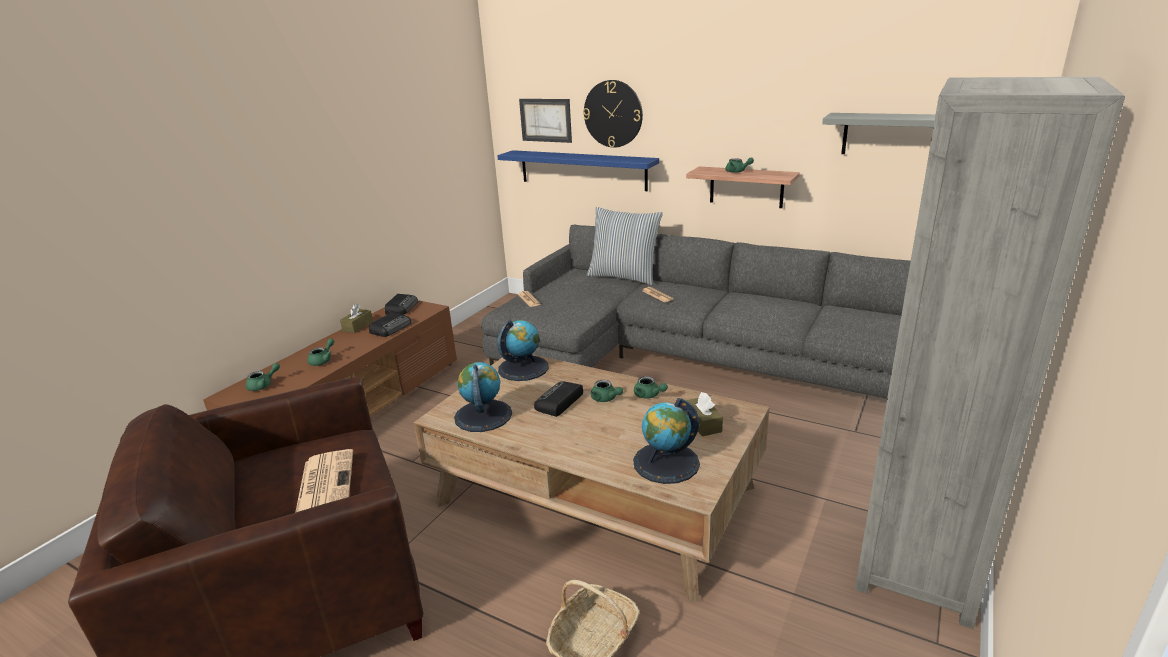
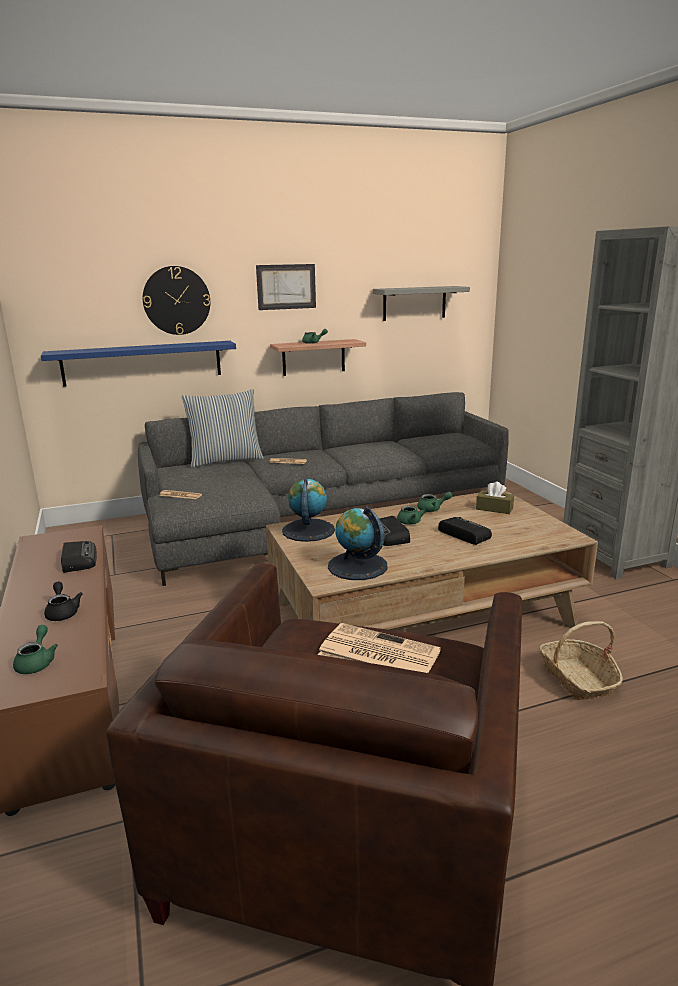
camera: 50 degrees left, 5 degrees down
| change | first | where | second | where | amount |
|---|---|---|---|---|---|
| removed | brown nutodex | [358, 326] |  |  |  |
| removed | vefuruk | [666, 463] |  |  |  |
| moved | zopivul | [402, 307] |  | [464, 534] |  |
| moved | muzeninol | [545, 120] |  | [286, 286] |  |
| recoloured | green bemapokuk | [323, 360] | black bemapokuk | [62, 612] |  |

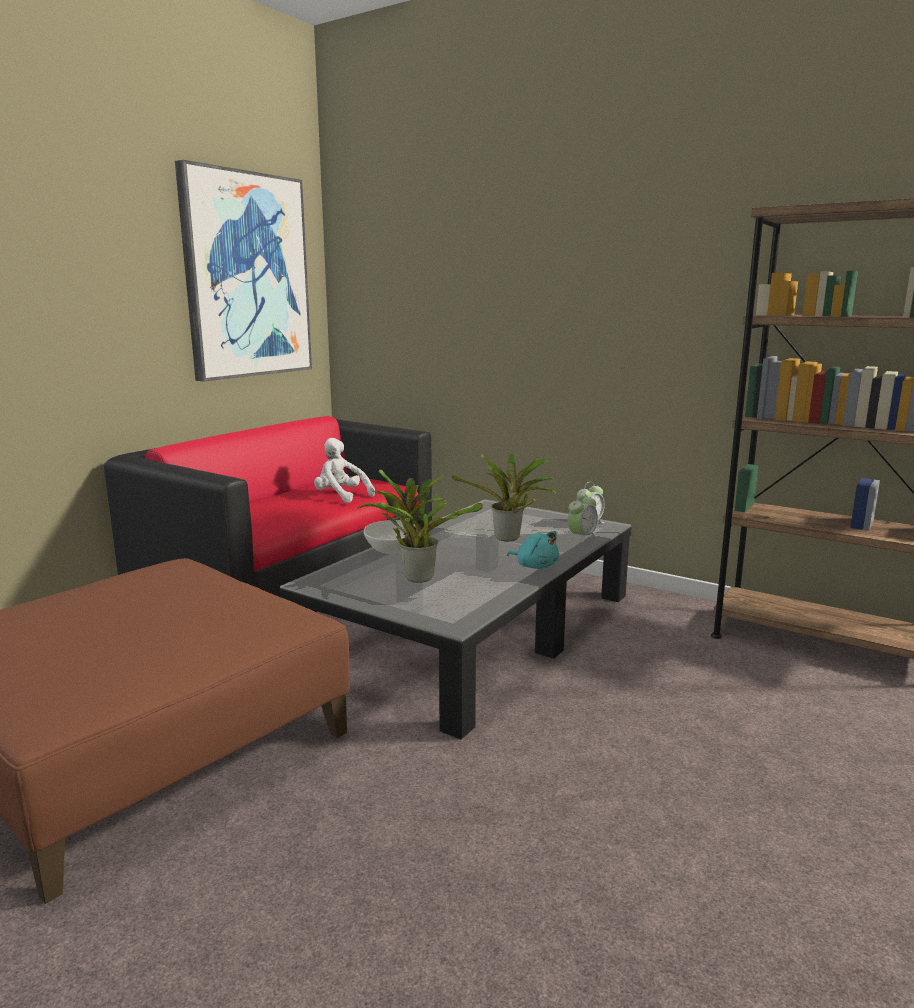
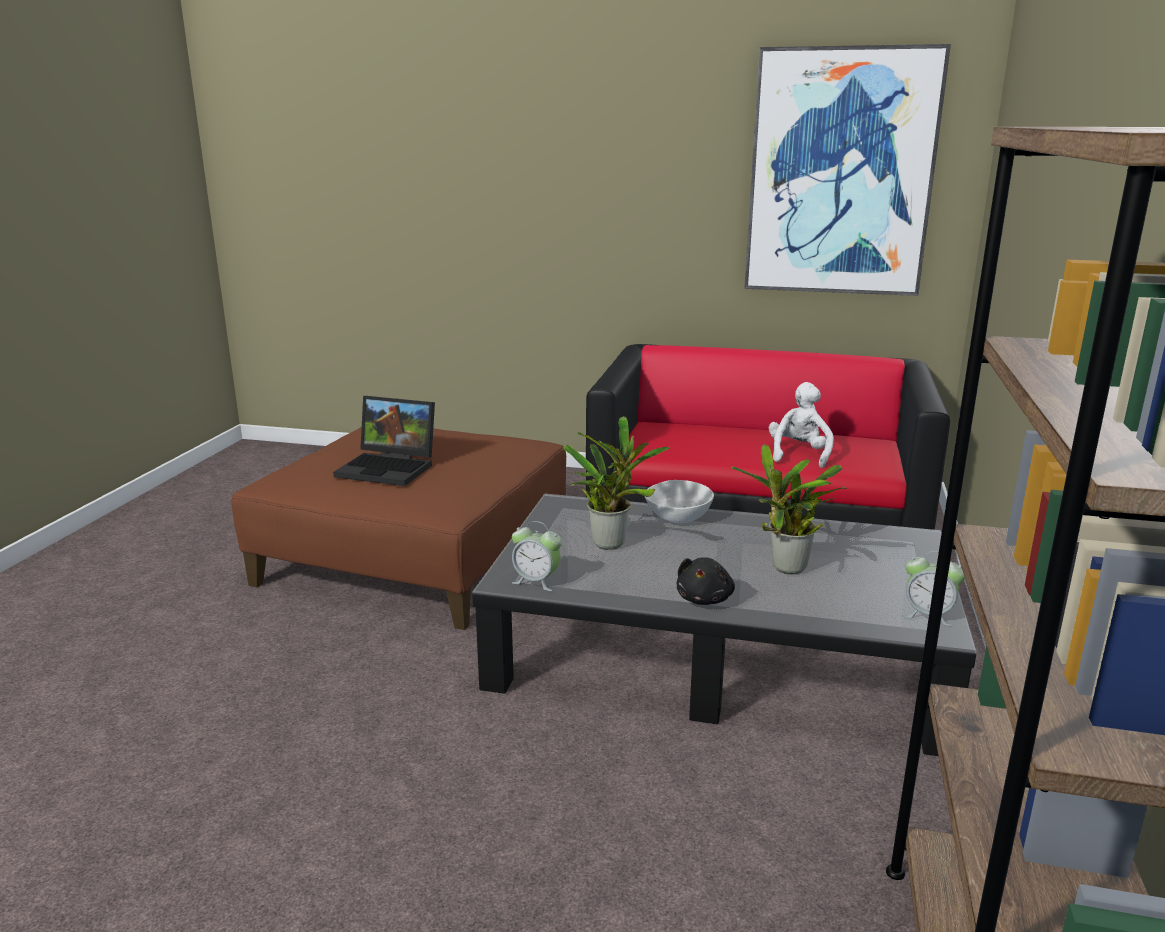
camera: 70 degrees right, 5 degrees up
| change | first | where | second | where | amount |
|---|---|---|---|---|---|
| added |  |  | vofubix | [390, 468] |  |
| moved | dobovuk | [581, 537] |  | [536, 581] |  |
| recoloured | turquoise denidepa | [535, 566] | black denidepa | [705, 599] |  |

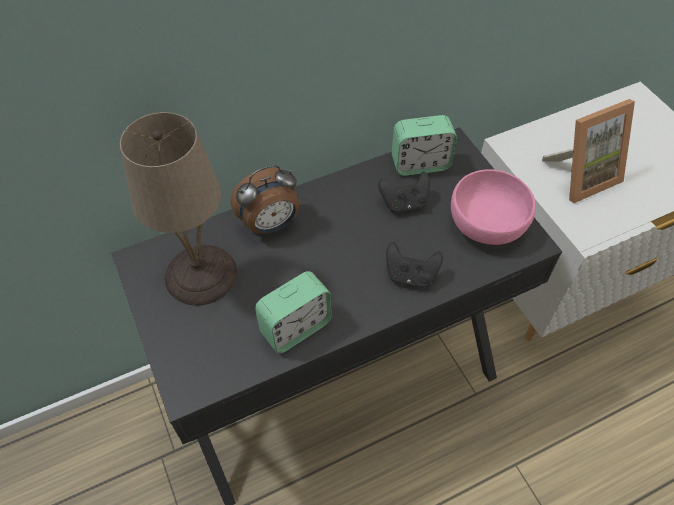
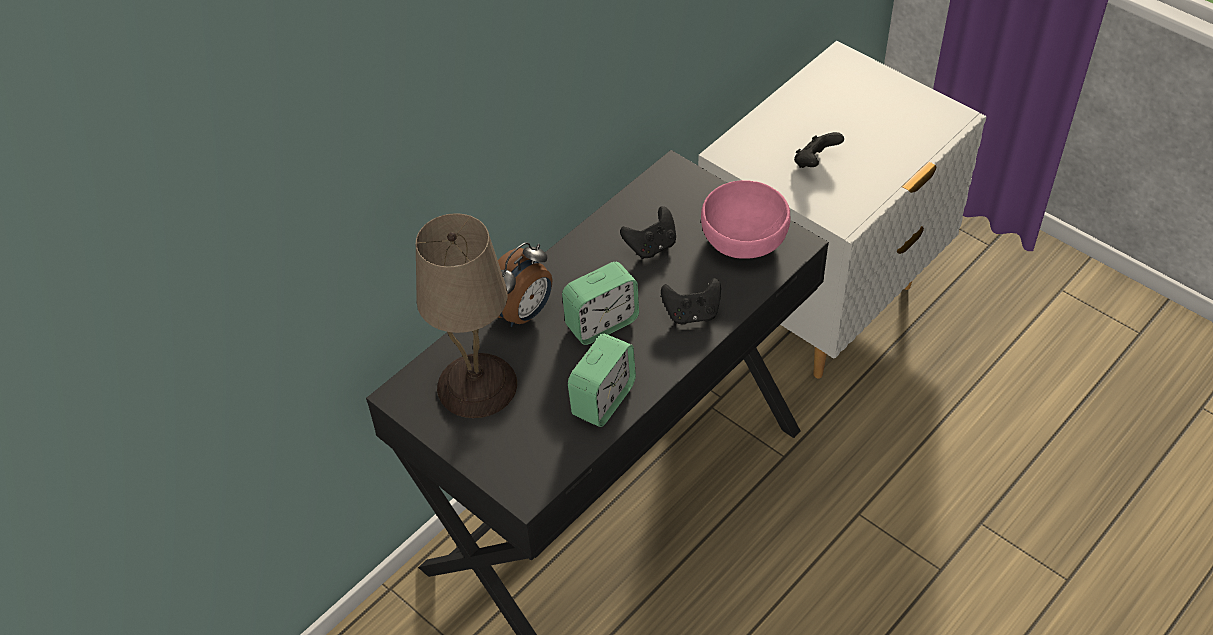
camera: 20 degrees left, 5 degrees down
| change | first | where | second | where | amount |
|---|---|---|---|---|---|
| moved | dobovuk | [420, 164] |  | [602, 323] |  |
| replaced | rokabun | [581, 176] | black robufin | [815, 162] |  |

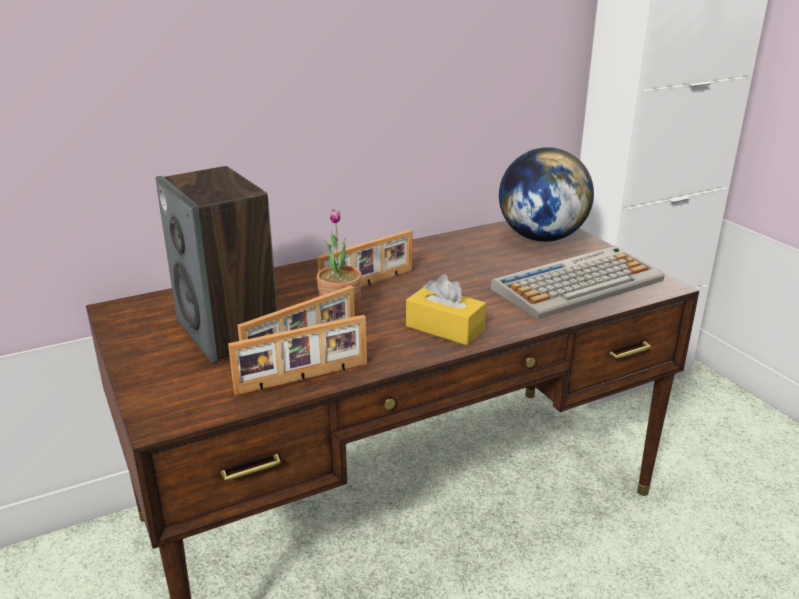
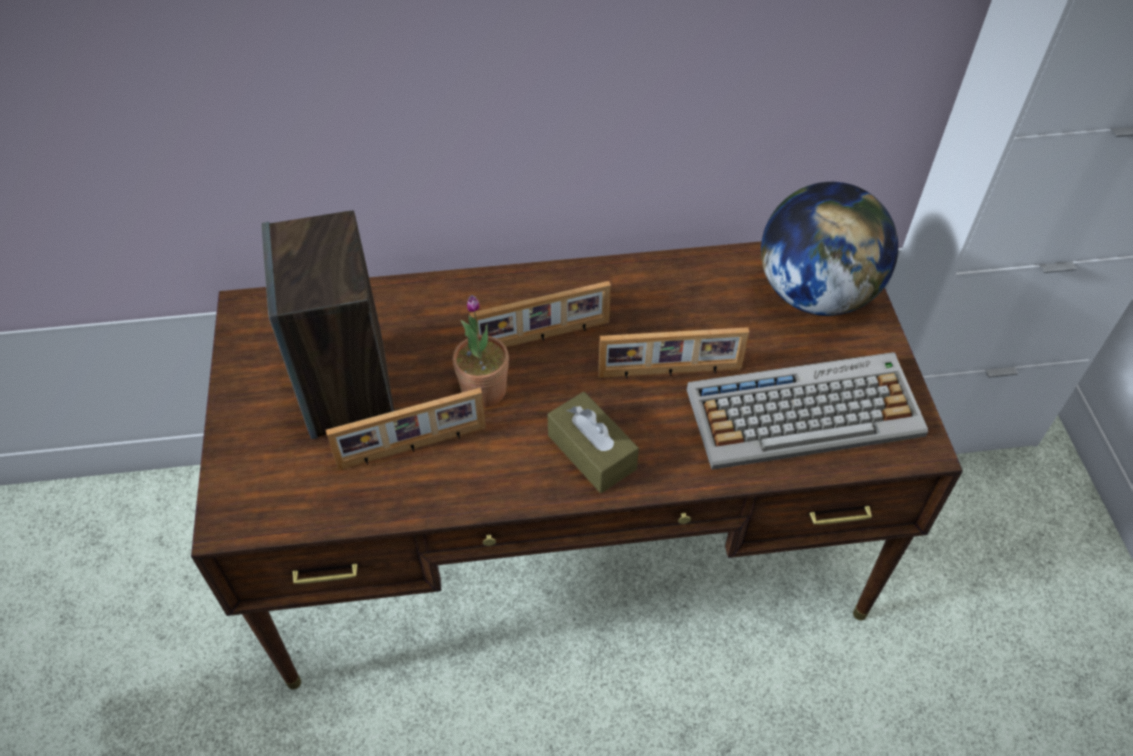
camera: 20 degrees right, 25 degrees up
| change | first | where | second | where | amount |
|---|---|---|---|---|---|
| moved | rokabun | [303, 378] |  | [670, 373] |  |
| recoloured | yellow nutodex | [445, 328] | brown nutodex | [591, 452] |  |

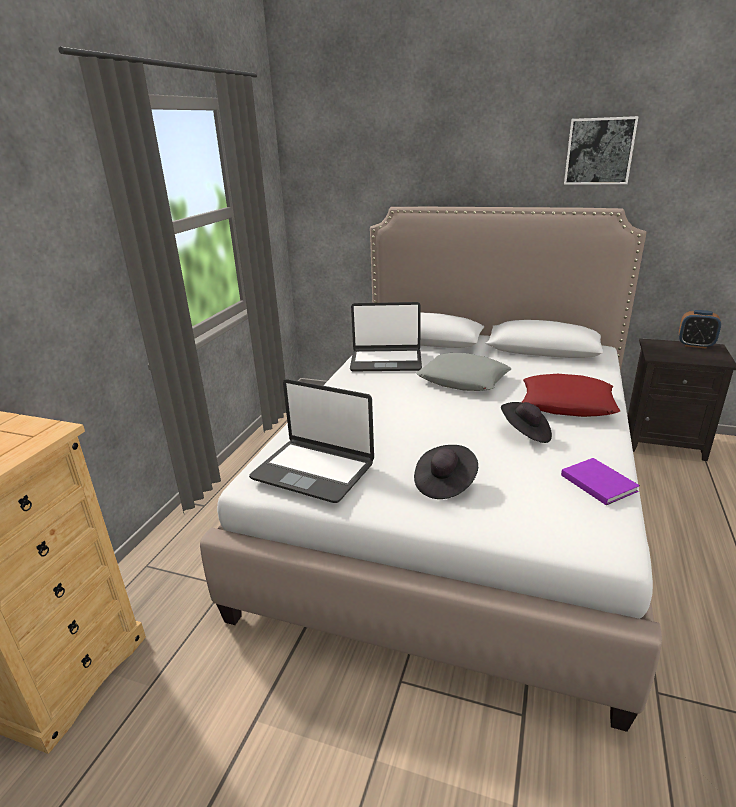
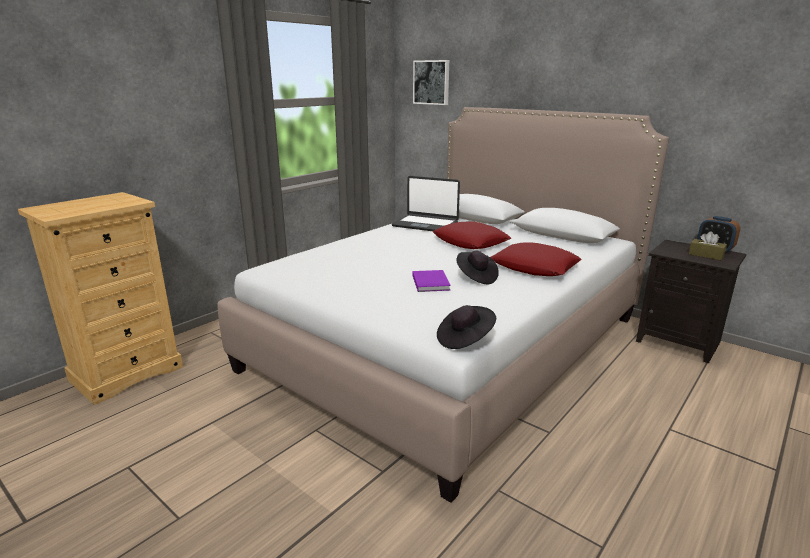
camera: 20 degrees right, 5 degrees down
| change | first | where | second | where | amount |
|---|---|---|---|---|---|
| removed | vofubix | [314, 470] |  |  |  |
| added |  |  | brown nutodex | [706, 255] |  |
| moved | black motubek | [445, 483] |  | [465, 339] |  |
| moved | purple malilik | [598, 482] |  | [431, 282] |  |
| moved | muzeninol | [599, 151] |  | [432, 82] |  |
| recoloured | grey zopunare | [463, 379] | red zopunare | [470, 242] |  |

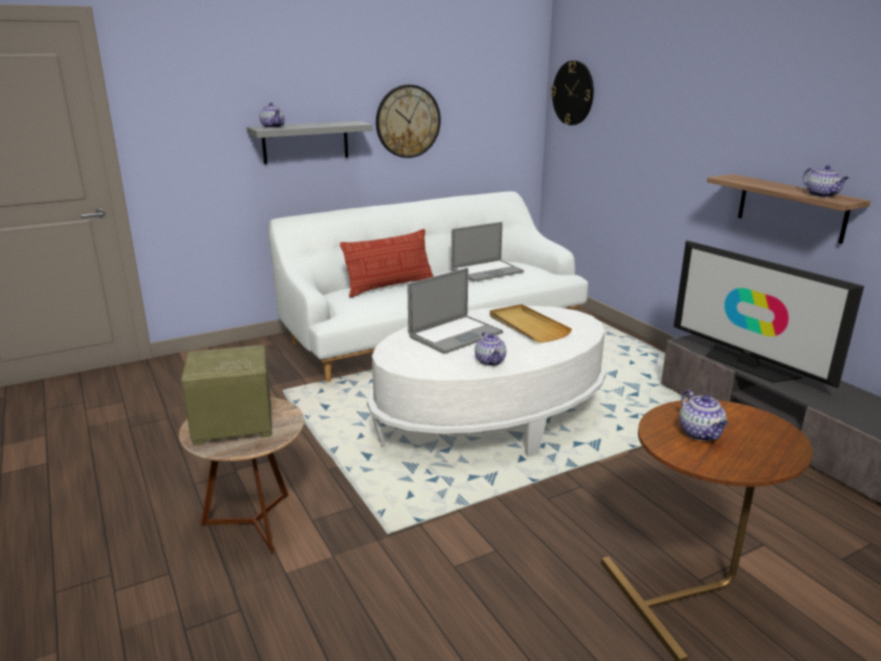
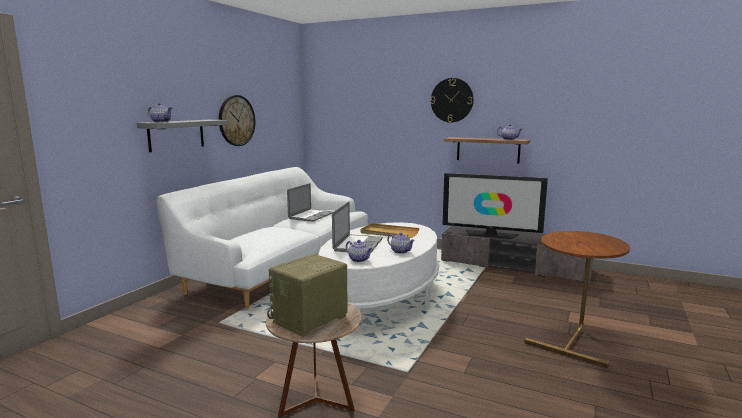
camera: 35 degrees left, 10 degrees down
| change | first | where | second | where | amount |
|---|---|---|---|---|---|
| removed | zopunare | [390, 286] |  |  |  |
| moved | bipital | [573, 93] |  | [452, 100] |  |
| moved | bemapokuk | [701, 434] |  | [359, 260] |  |

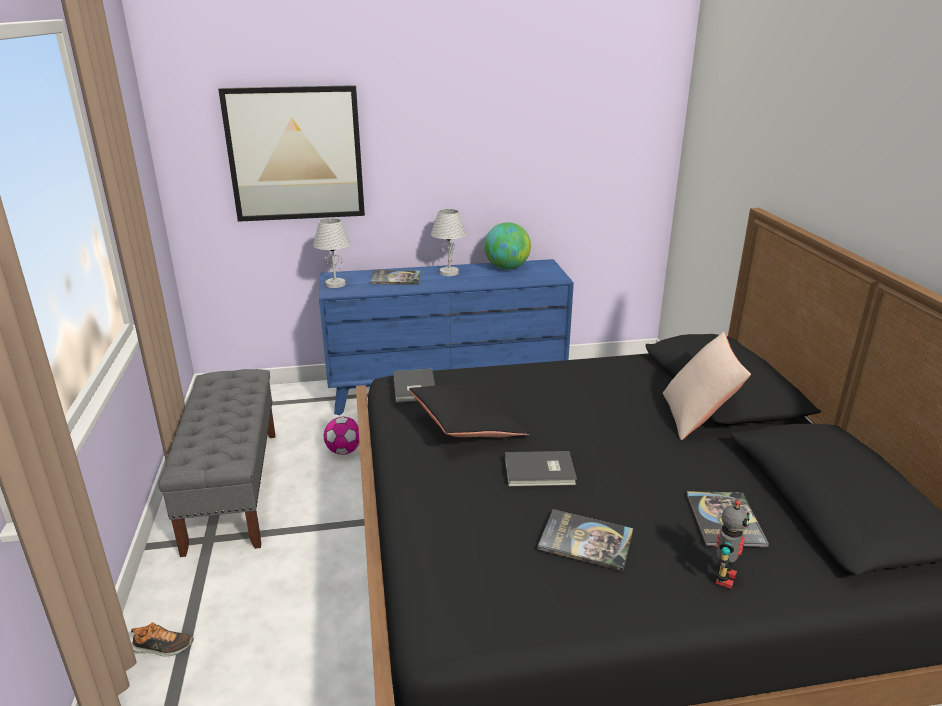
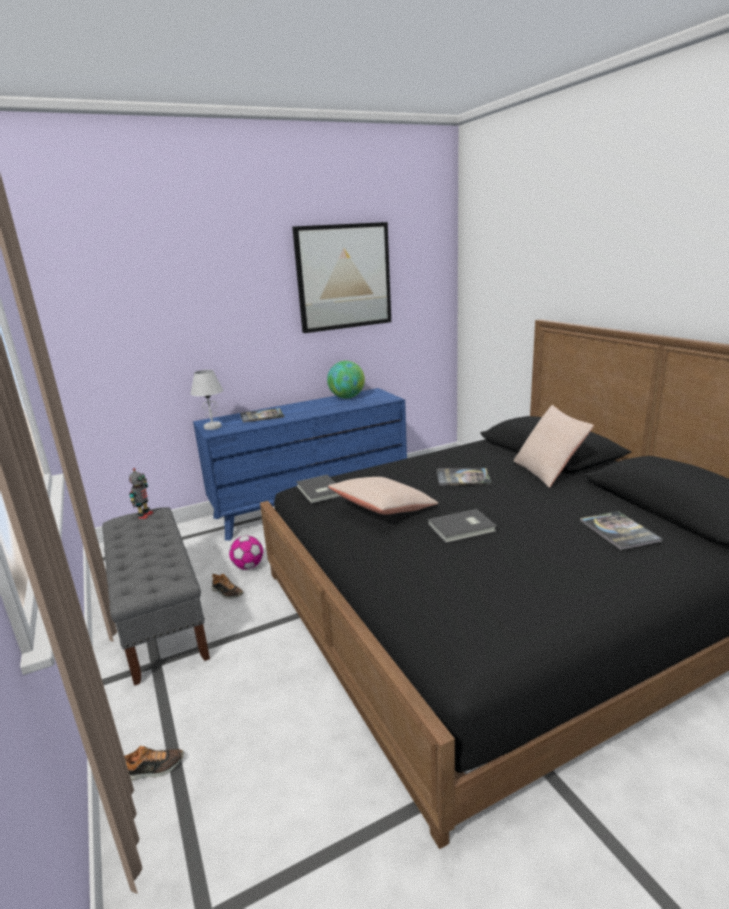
camera: 15 degrees left, 5 degrees down
| change | first | where | second | where | amount |
|---|---|---|---|---|---|
| removed | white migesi | [448, 272] |  |  |  |
| added |  |  | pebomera | [227, 592] |  |
| moved | muzeninol | [295, 154] |  | [343, 277] |  |
| moved | malilik | [585, 541] |  | [463, 478] |  |
| moved | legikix | [723, 577] |  | [144, 515] |  |
| recoloured | black zopunare | [468, 427] | beige zopunare | [383, 509] |  |

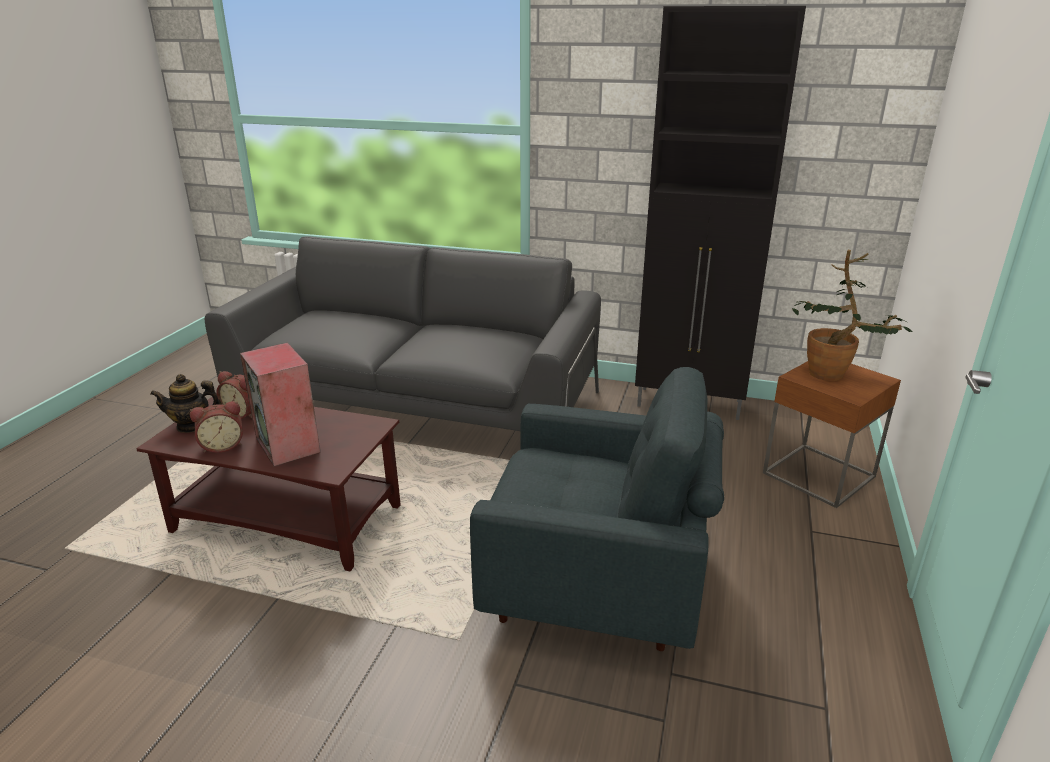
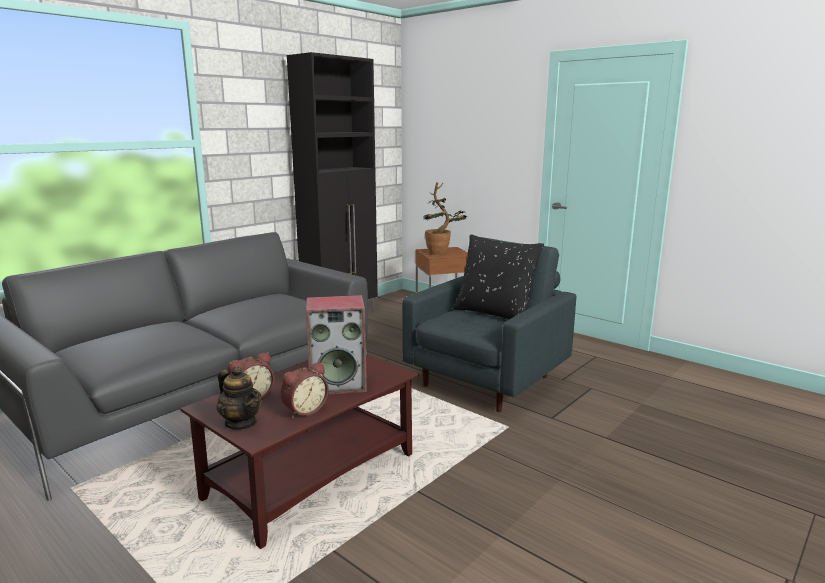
camera: 65 degrees left, 10 degrees down
| change | first | where | second | where | amount |
|---|---|---|---|---|---|
| added |  |  | black zopunare | [495, 313] |  |
| turned | bemapokuk | [192, 425] |  | [241, 423] | 60 degrees counterclockwise |
| turned | dobovuk | [222, 446] |  | [304, 410] | 45 degrees clockwise |

